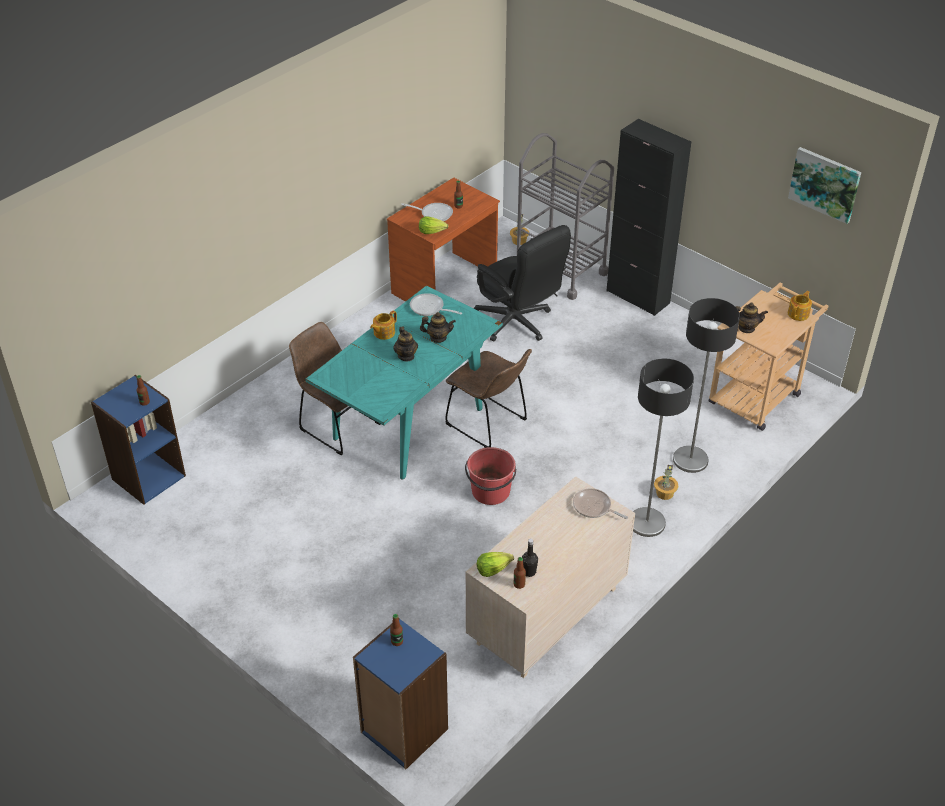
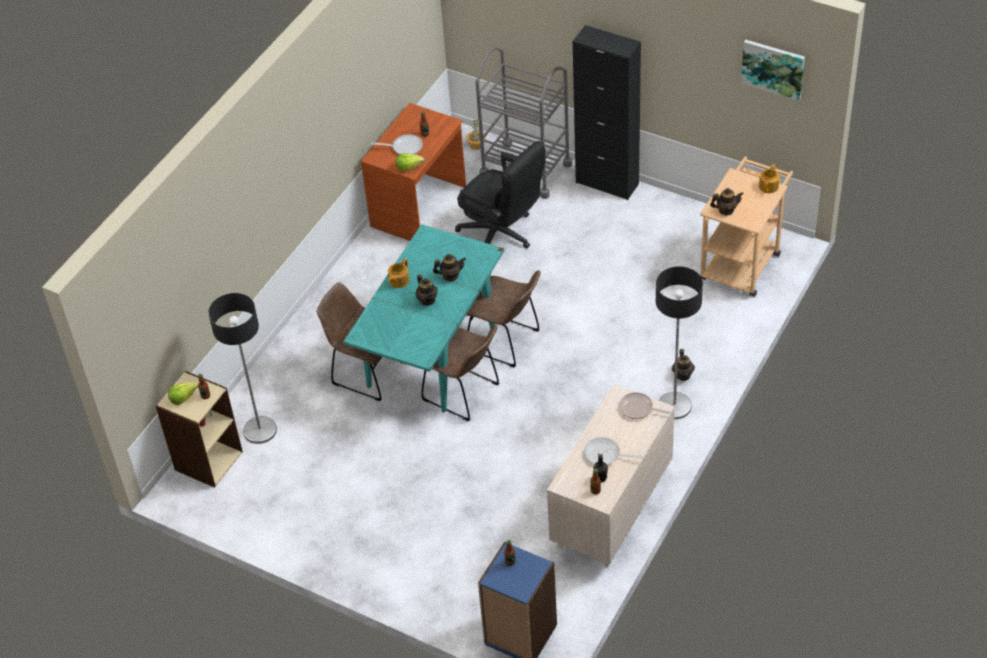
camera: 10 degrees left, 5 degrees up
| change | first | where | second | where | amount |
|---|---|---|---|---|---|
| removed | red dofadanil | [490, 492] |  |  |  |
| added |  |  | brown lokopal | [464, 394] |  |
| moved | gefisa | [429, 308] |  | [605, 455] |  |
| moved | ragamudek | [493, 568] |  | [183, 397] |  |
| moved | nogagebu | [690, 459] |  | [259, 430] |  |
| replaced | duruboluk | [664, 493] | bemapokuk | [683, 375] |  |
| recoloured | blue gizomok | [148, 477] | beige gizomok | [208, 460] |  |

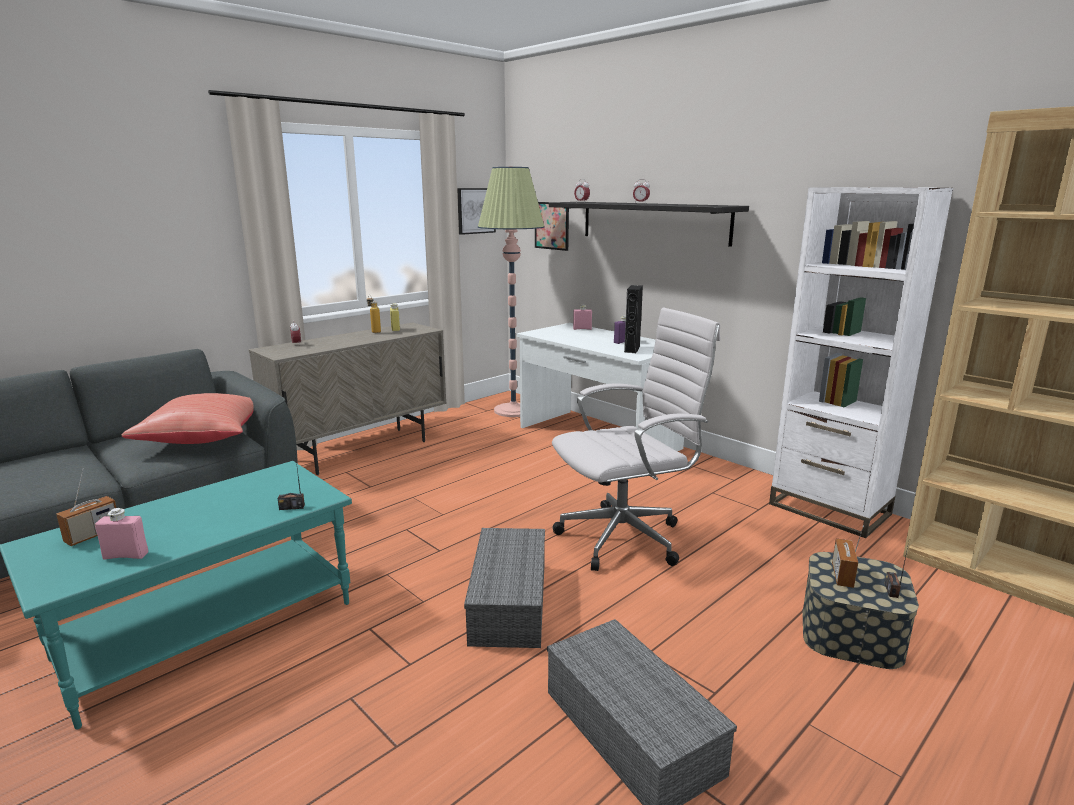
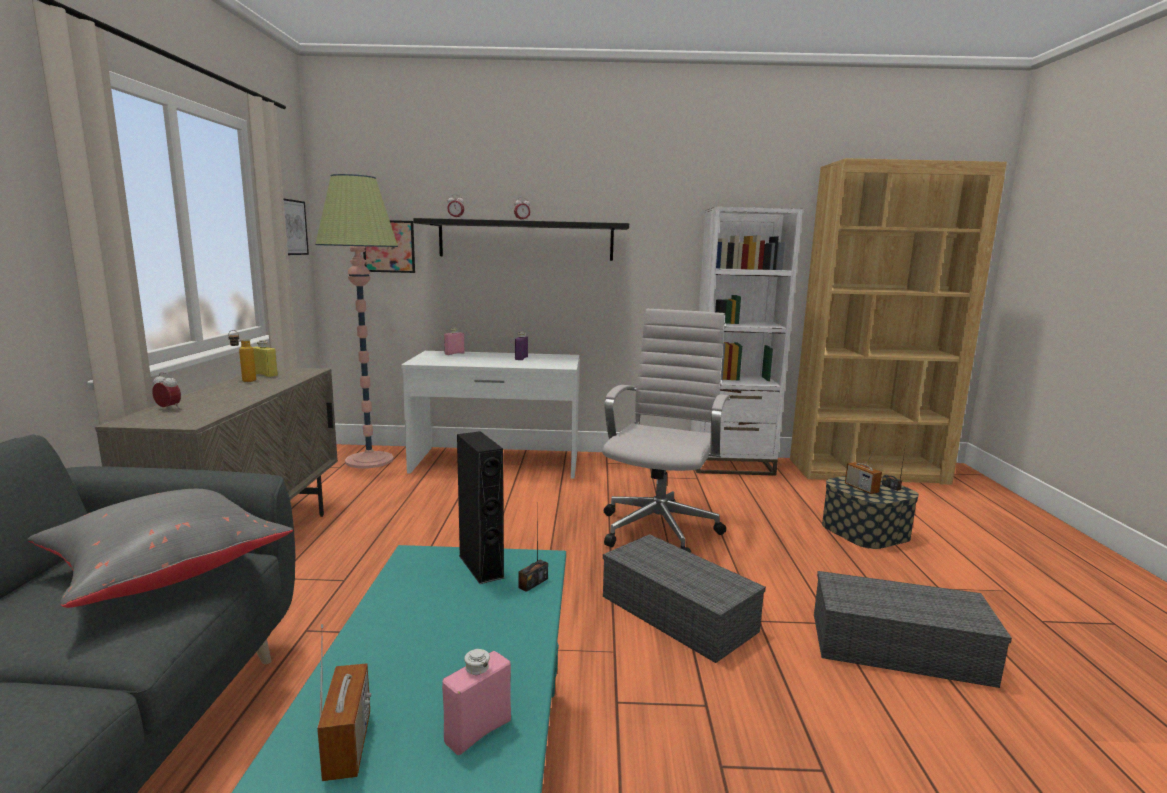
camera: 45 degrees left, 5 degrees down
| change | first | where | second | where | amount |
|---|---|---|---|---|---|
| moved | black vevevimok | [632, 349] |  | [481, 566] |  |
| recoloured | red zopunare | [205, 437] | grey zopunare | [165, 570] |  |

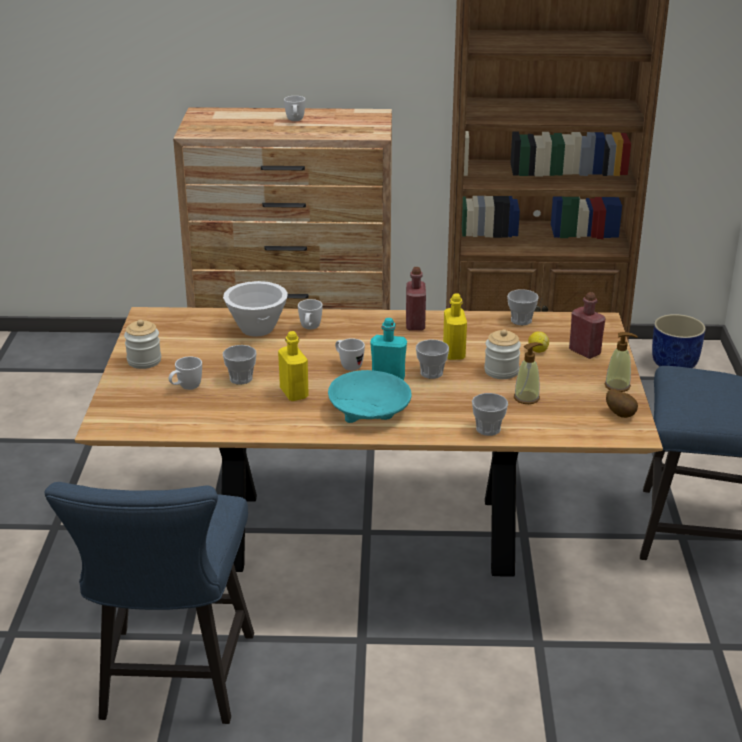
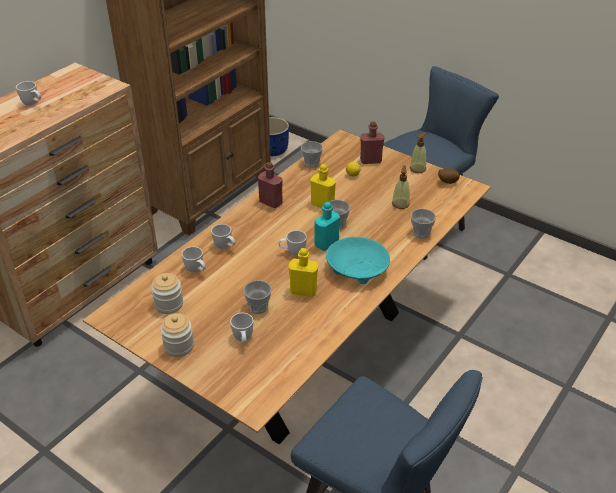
camera: 55 degrees left, 10 degrees up
| change | first | where | second | where | amount |
|---|---|---|---|---|---|
| moved | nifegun | [501, 371] |  | [169, 304] |  |
| replaced | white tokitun | [256, 329] | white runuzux | [196, 271] |  |

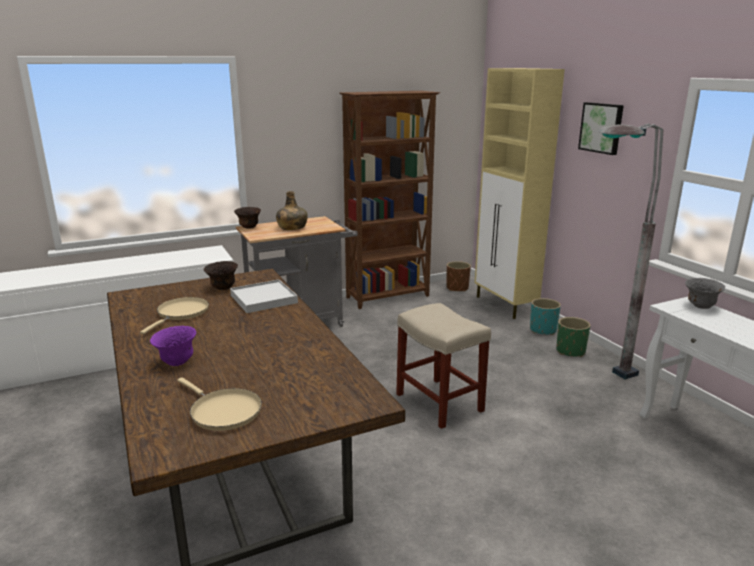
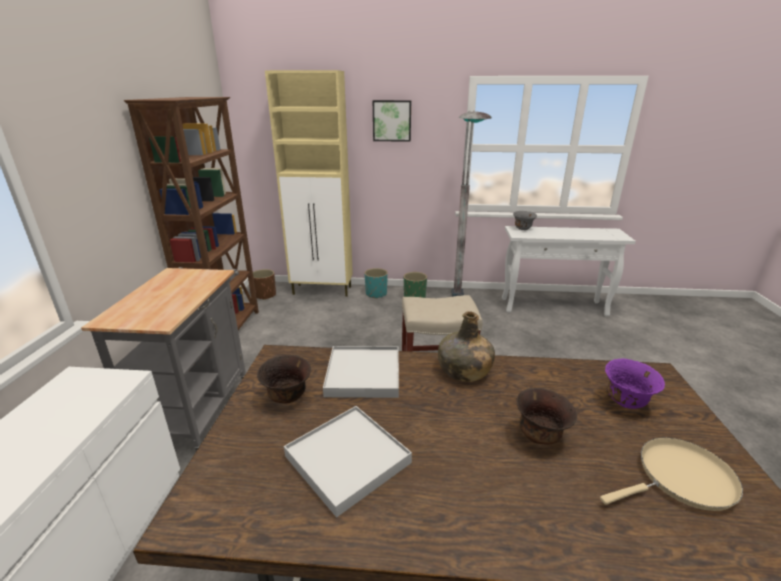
camera: 60 degrees left, 5 degrees up
| change | first | where | second | where | amount |
|---|---|---|---|---|---|
| moved | purple tokitun | [177, 362] |  | [626, 402] |  |
| moved | brown tokitun | [249, 227] |  | [540, 436] |  |
| moved | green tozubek | [292, 228] |  | [464, 370] |  |
| replaced | beige gefisa | [181, 313] | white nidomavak | [347, 459] |  |

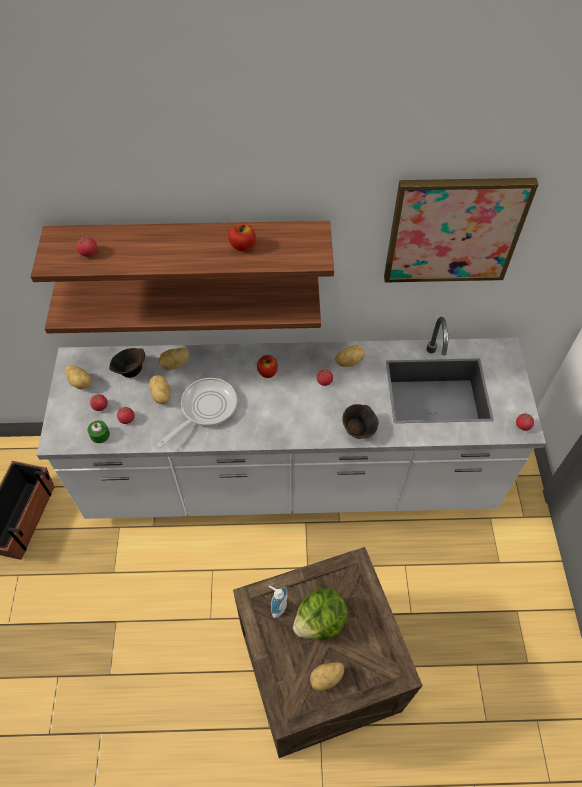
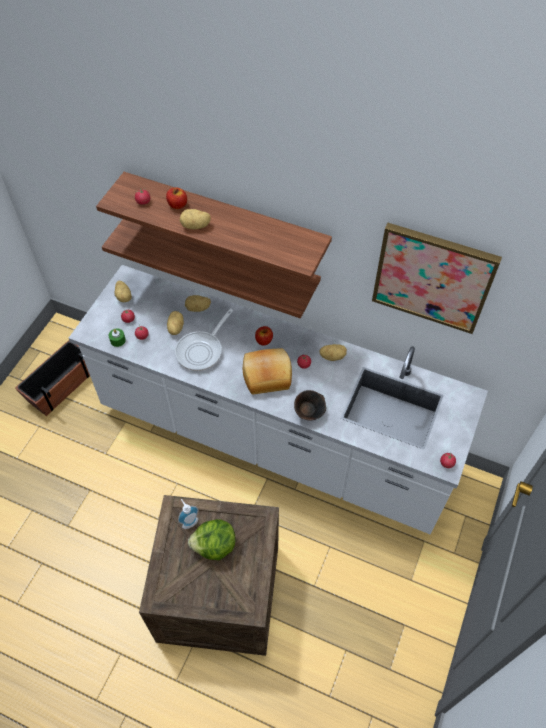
camera: 25 degrees right, 0 degrees up
| change | first | where | second | where | amount |
|---|---|---|---|---|---|
| removed | brown tokitun | [130, 370] |  |  |  |
| added |  |  | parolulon | [267, 375] |  |
| moved | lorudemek | [242, 246] |  | [177, 205] |  |
| moved | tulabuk | [326, 678] |  | [195, 226] |  |
| turned | gefisa | [205, 409] |  | [202, 350] | 150 degrees clockwise |

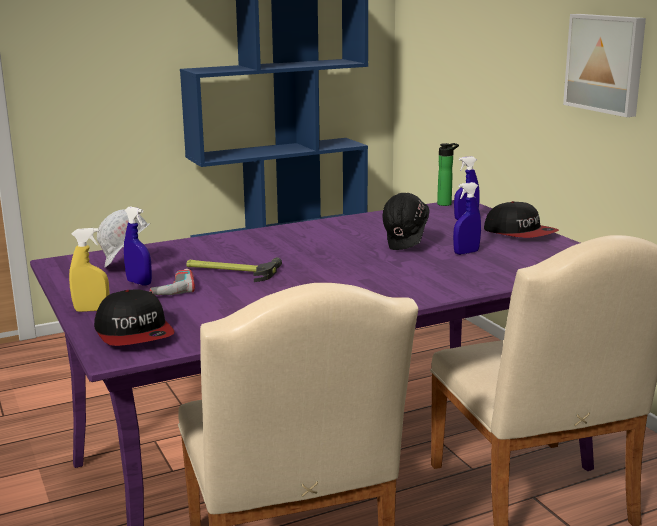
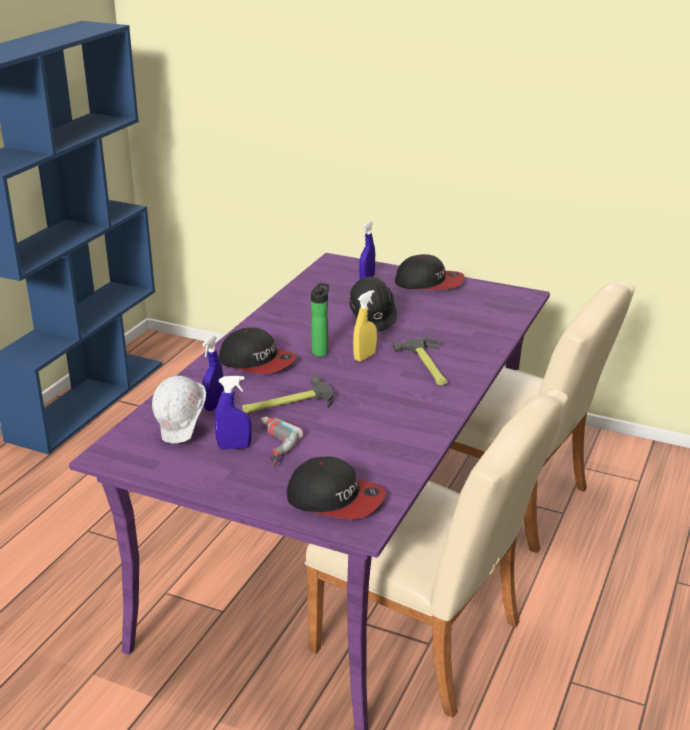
camera: 40 degrees left, 10 degrees up
| change | first | where | second | where | amount |
|---|---|---|---|---|---|
| removed | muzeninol | [606, 63] |  |  |  |
| added |  |  | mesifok | [257, 361] |  |
| added |  |  | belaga | [427, 366] |  |
| moved | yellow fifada | [92, 310] |  | [364, 357] |  |
| moved | tozubek | [446, 204] |  | [321, 351] |  |
| moved | blue fifada | [466, 253] |  | [214, 405] |  |

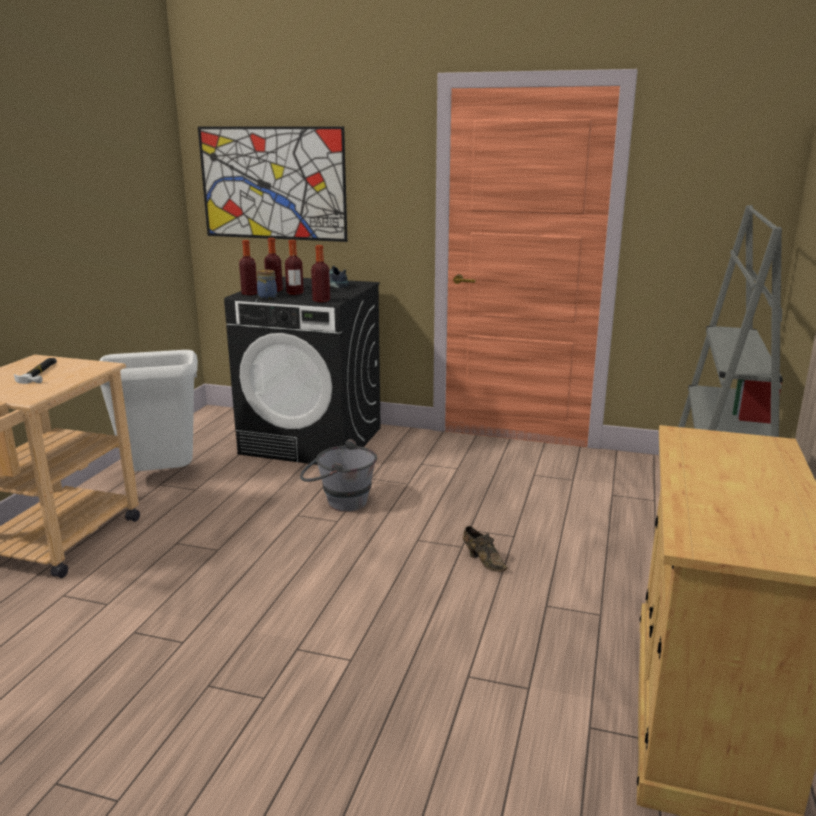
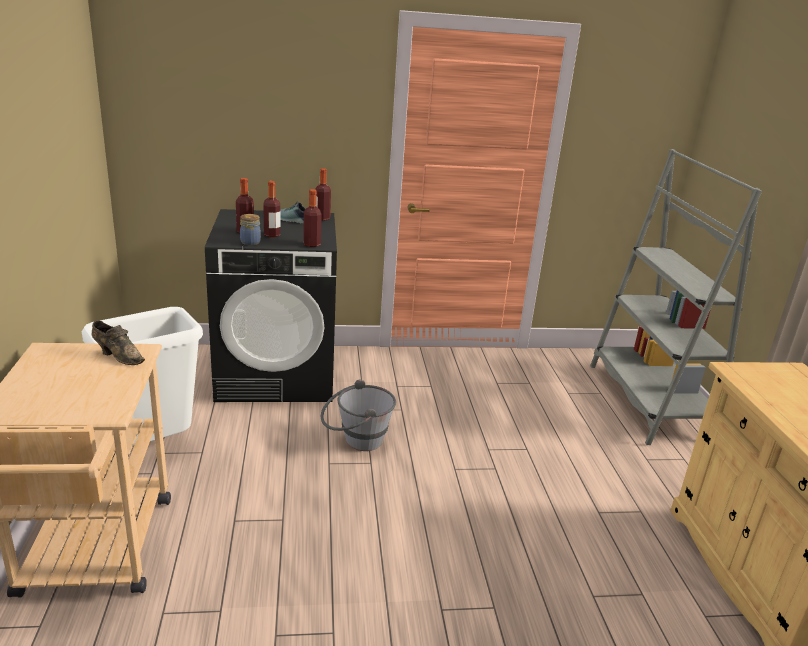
camera: 25 degrees left, 5 degrees up
| change | first | where | second | where | amount |
|---|---|---|---|---|---|
| removed | belaga | [40, 373] |  |  |  |
| removed | muzeninol | [272, 183] |  |  |  |
| moved | tozubek | [249, 293] |  | [322, 218] |  |
| moved | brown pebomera | [483, 560] |  | [118, 356] |  |

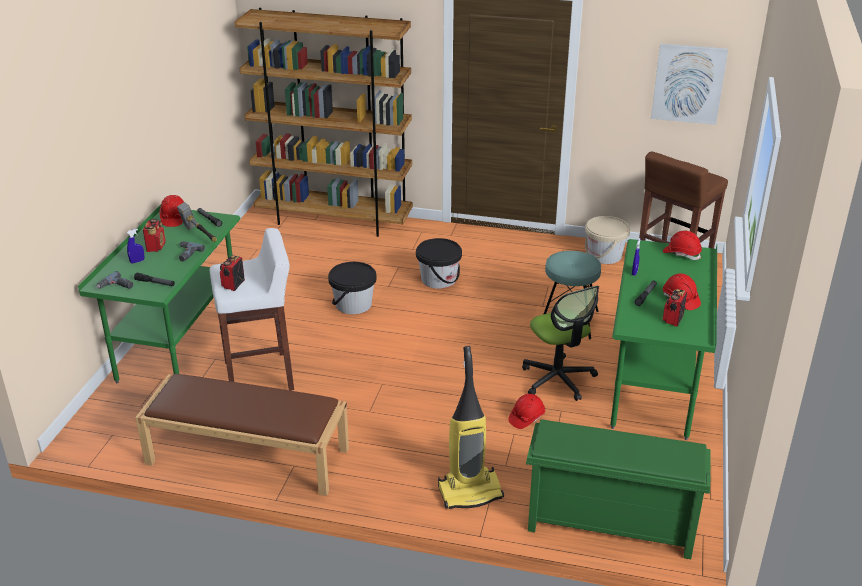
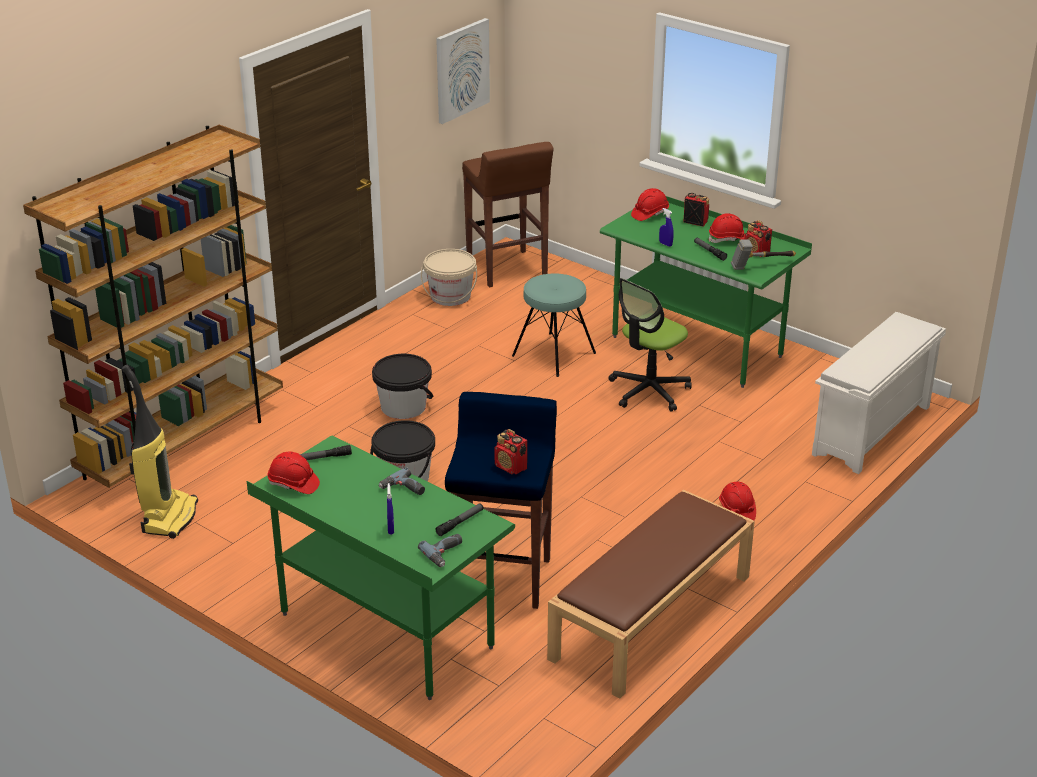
camera: 65 degrees left, 0 degrees up
| change | first | where | second | where | amount |
|---|---|---|---|---|---|
| moved | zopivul | [156, 247] |  | [695, 221] |  |
| moved | belaga | [199, 235] |  | [761, 266] |  |
| moved | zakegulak | [470, 492] |  | [169, 517] |  |
| moved | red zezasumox | [526, 418] |  | [736, 511] |  |
| recoloured | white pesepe | [260, 376] | blue pesepe | [502, 578] |  |
| recoloured | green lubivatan | [608, 526] | white lubivatan | [871, 431] |  |
| turned | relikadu | [558, 379] |  | [649, 391] | 135 degrees clockwise |

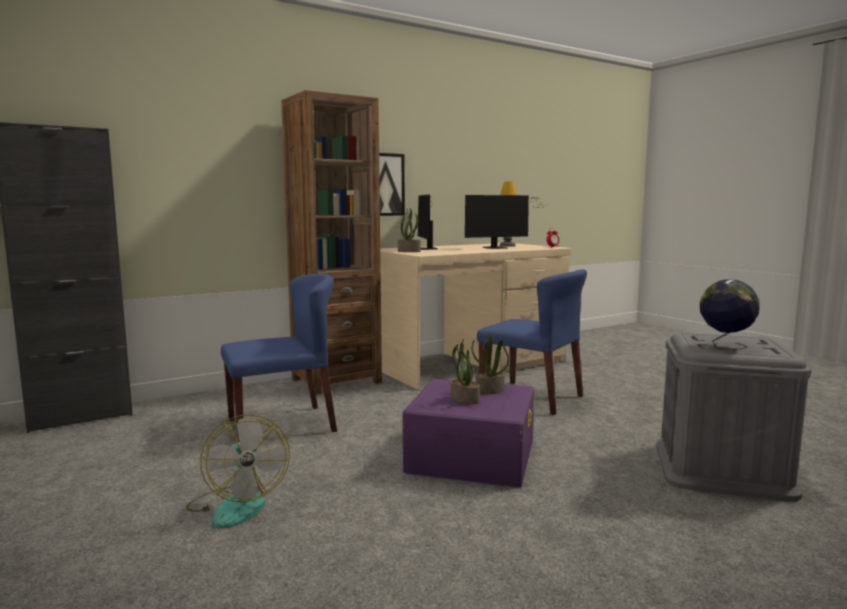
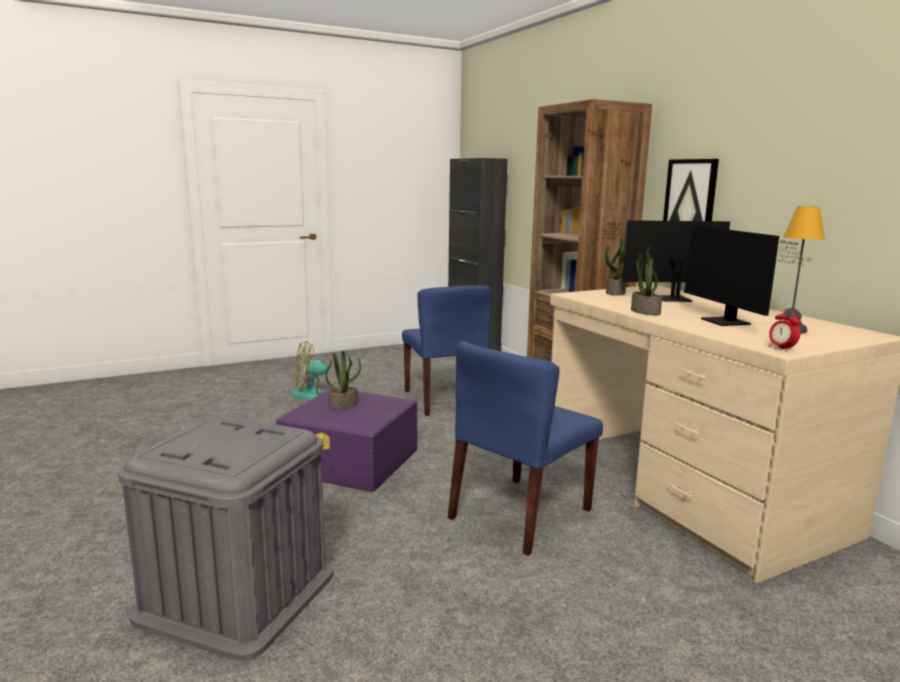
camera: 95 degrees right, 5 degrees up
| change | first | where | second | where | amount |
|---|---|---|---|---|---|
| removed | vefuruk | [725, 346] |  |  |  |
| moved | duruboluk | [490, 390] |  | [644, 311] |  |

